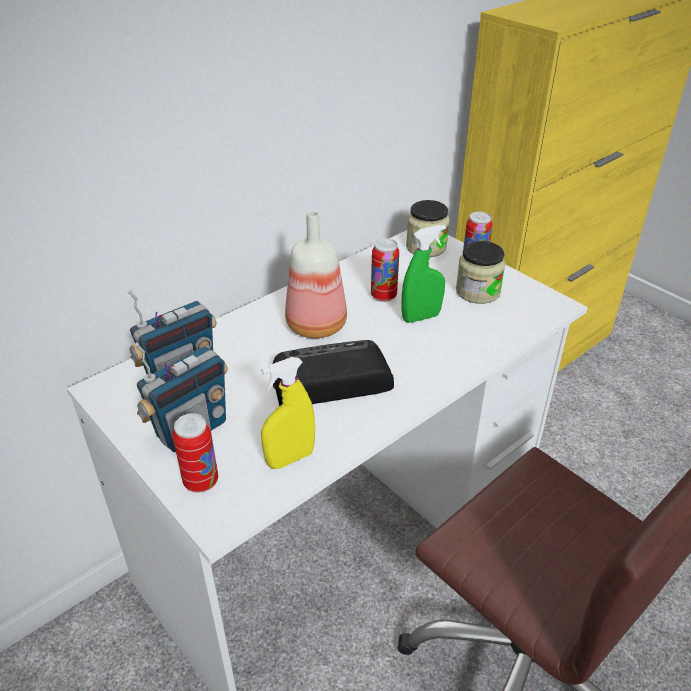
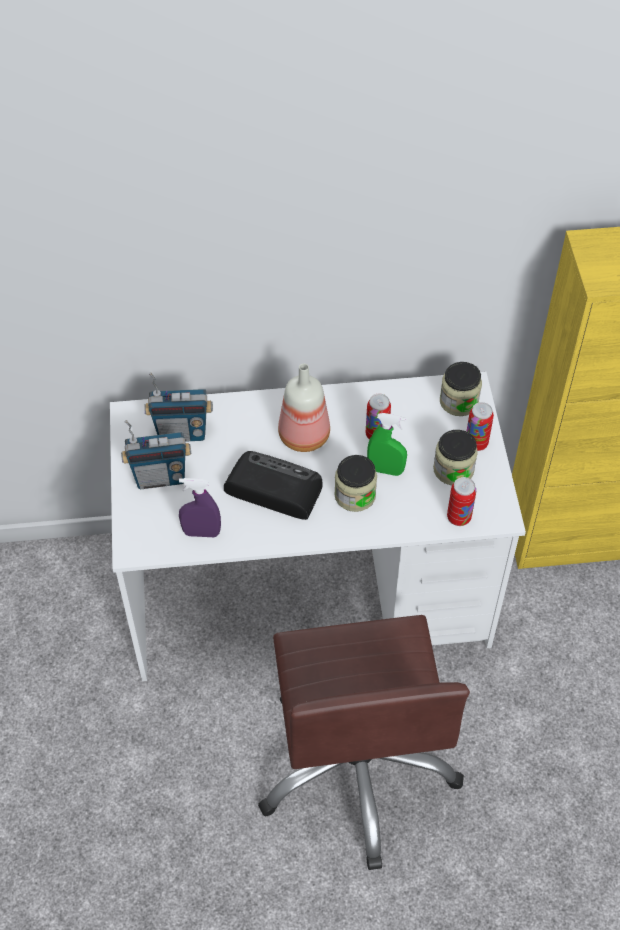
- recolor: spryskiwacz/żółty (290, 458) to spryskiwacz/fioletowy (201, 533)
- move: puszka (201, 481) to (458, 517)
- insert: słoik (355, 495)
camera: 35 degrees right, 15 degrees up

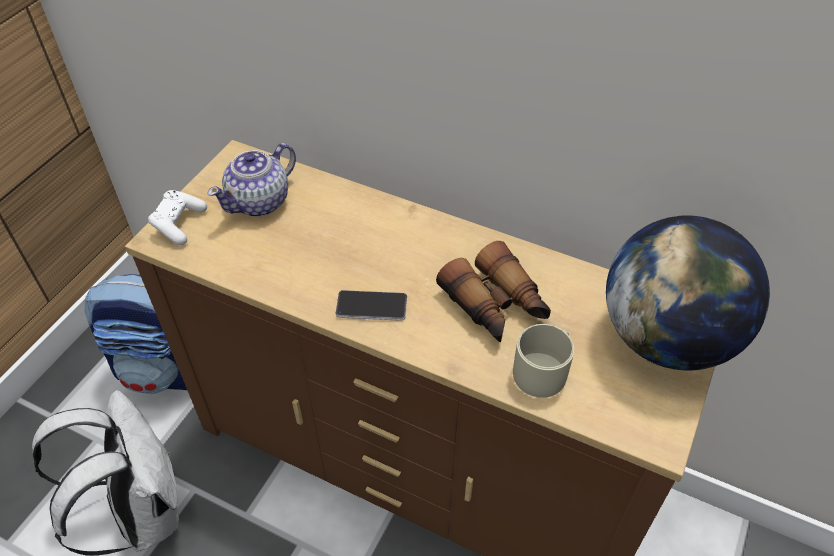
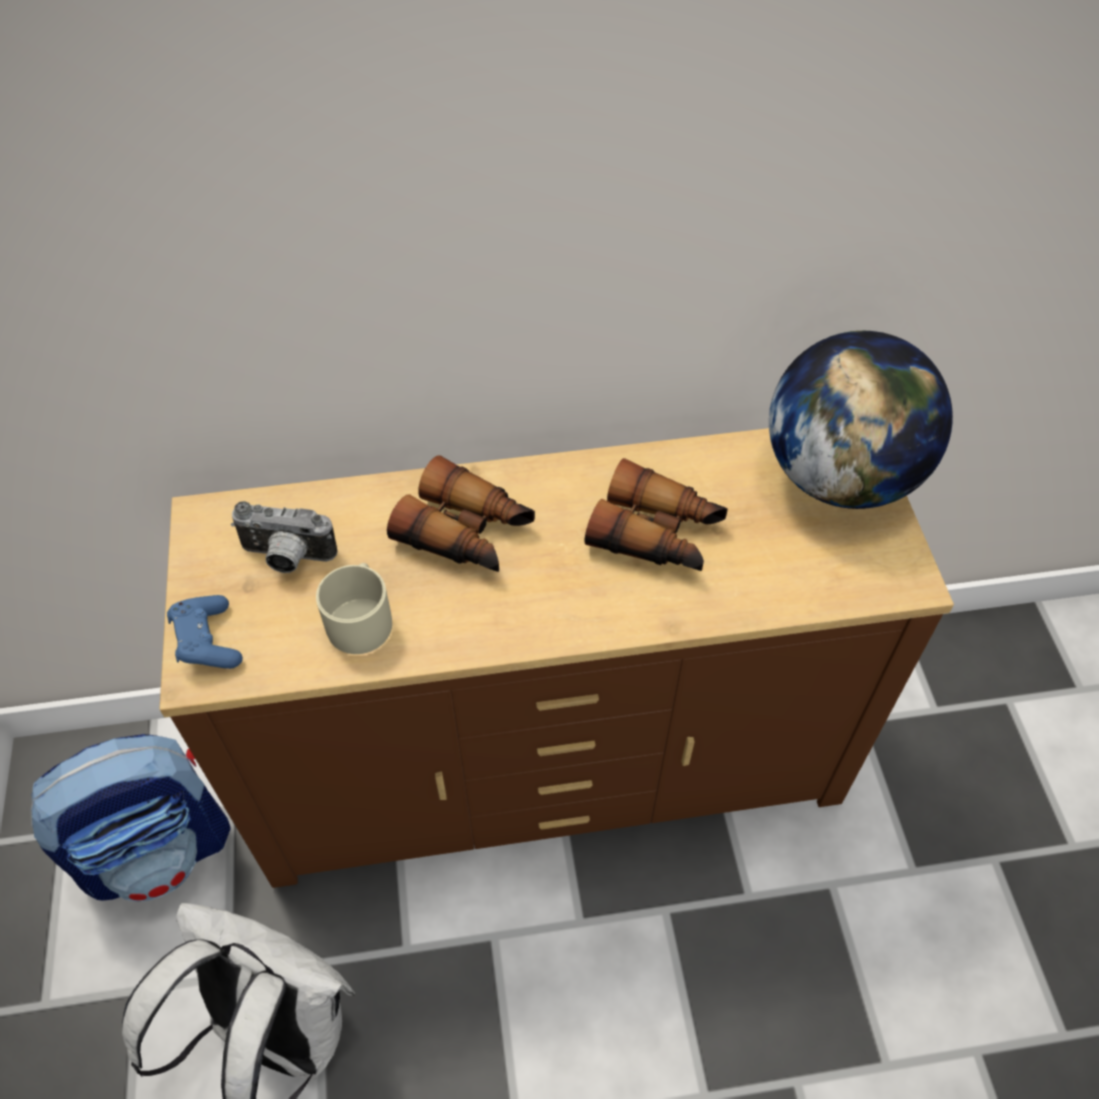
- replace: imbryk (260, 202) to aparat fotograficzny (286, 558)
- recolor: pad do gier/biały (179, 224) to pad do gier/niebieski (207, 642)
- delete: telefon (371, 306)
- move: kubek/beżowy (543, 370) to (361, 618)
- insert: lornetka (467, 532)
camera: 35 degrees left, 5 degrees up

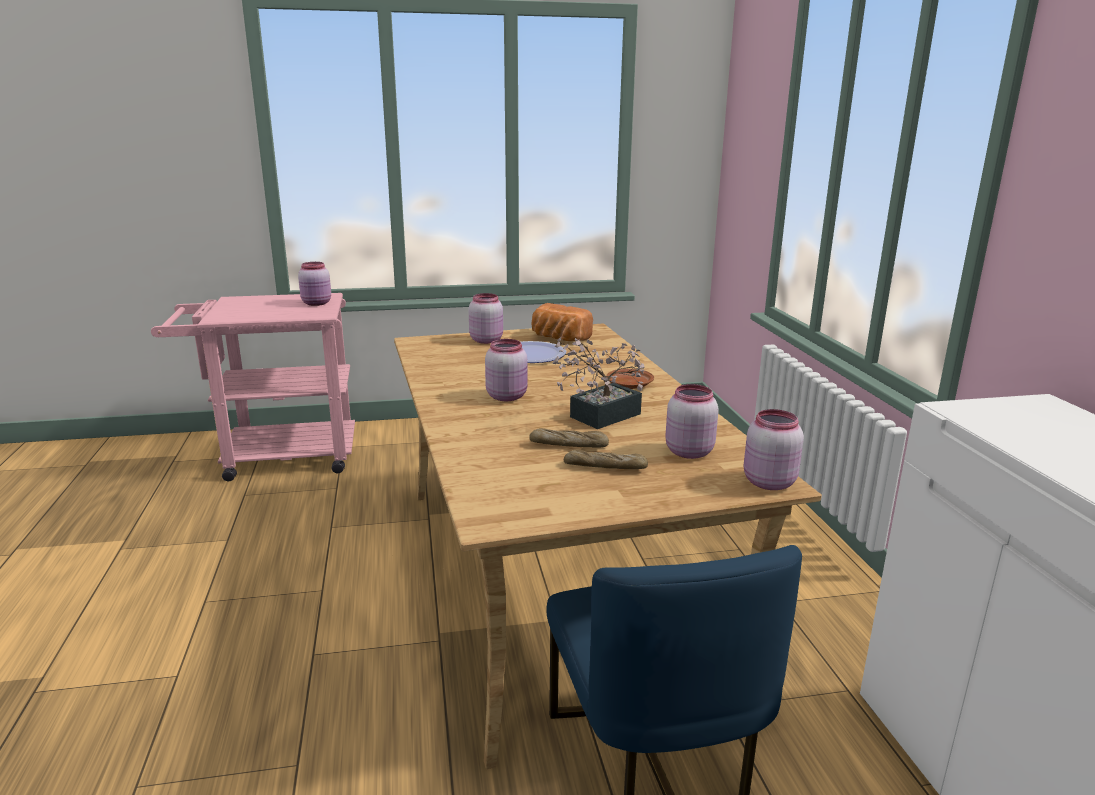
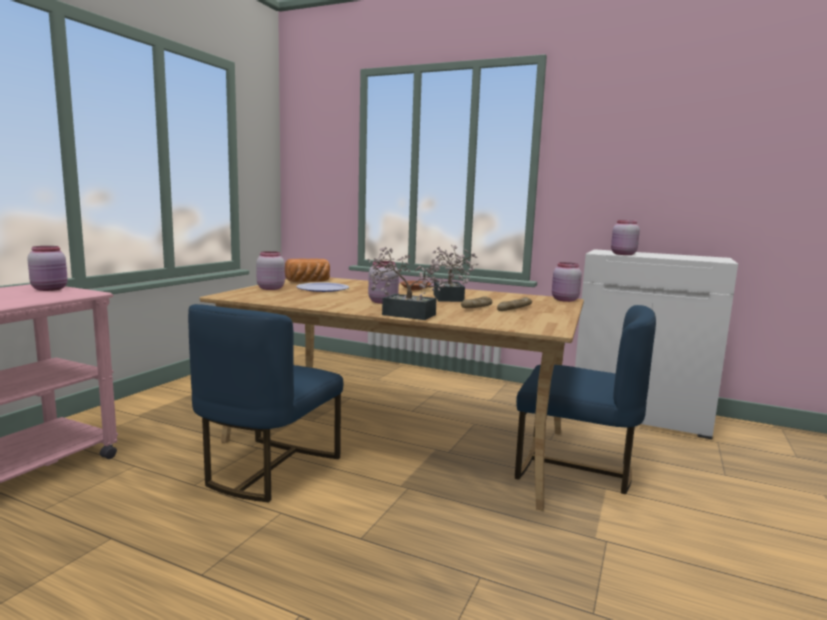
- move: słoik/różowy (687, 451) to (622, 254)
- insert: roślina doniczkowa (403, 314)
- insert: krzesło/niebieski (268, 469)
camera: 55 degrees left, 10 degrees down

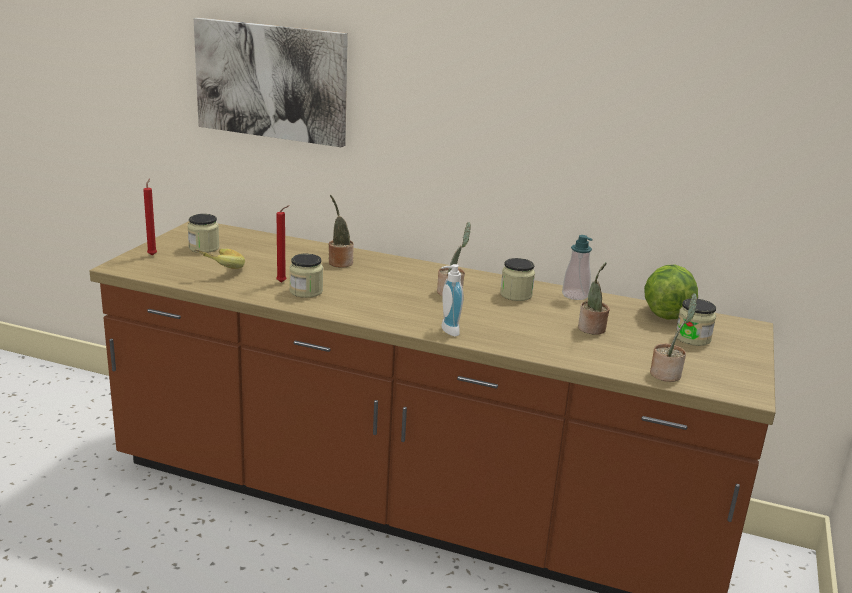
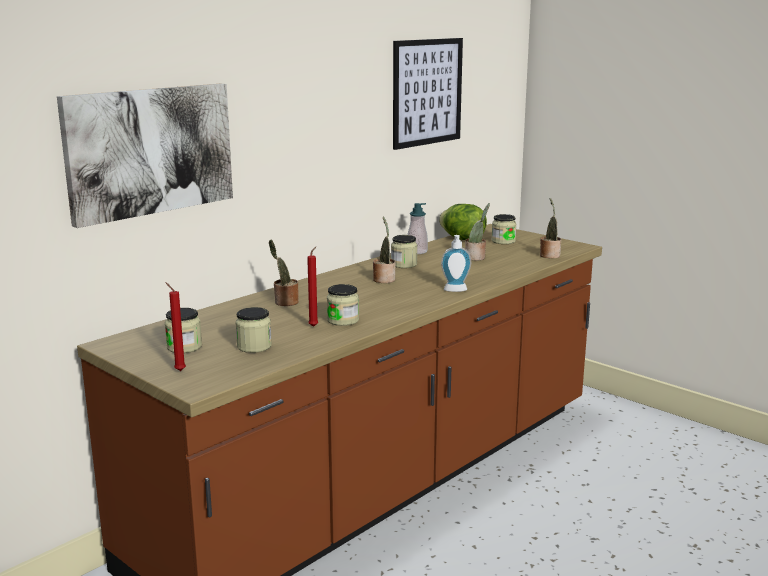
- replace: banan (217, 269) to słoik (254, 346)
- insert: obraz (427, 92)
camera: 65 degrees left, 5 degrees down

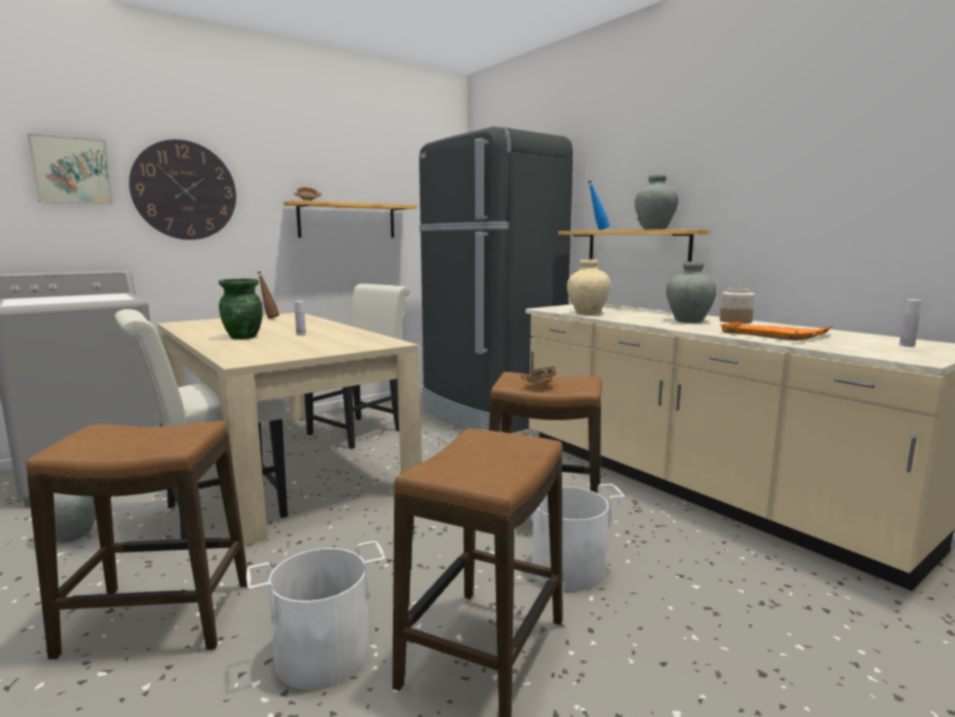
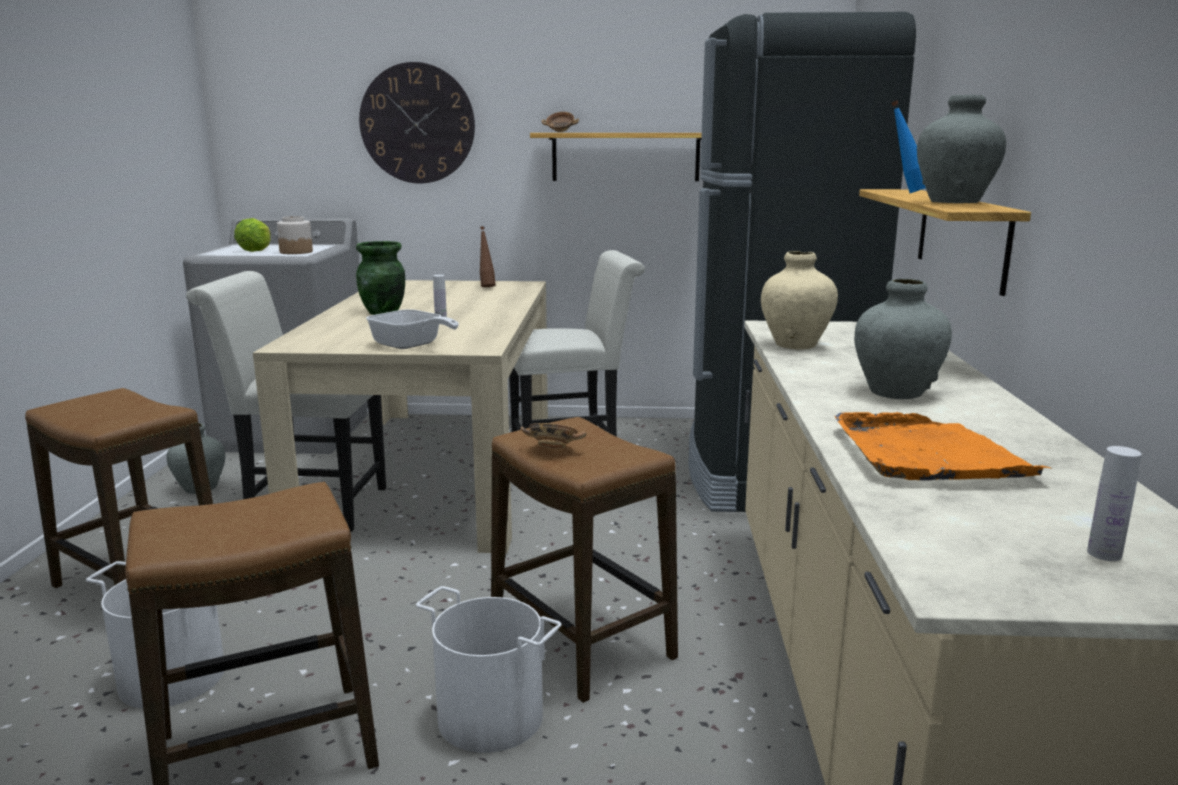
- delete: obraz (71, 170)
- move: słoik (735, 321) to (296, 252)
- insert: sałata (256, 250)
- insert: patelnia (410, 346)
camera: 40 degrees right, 5 degrees up

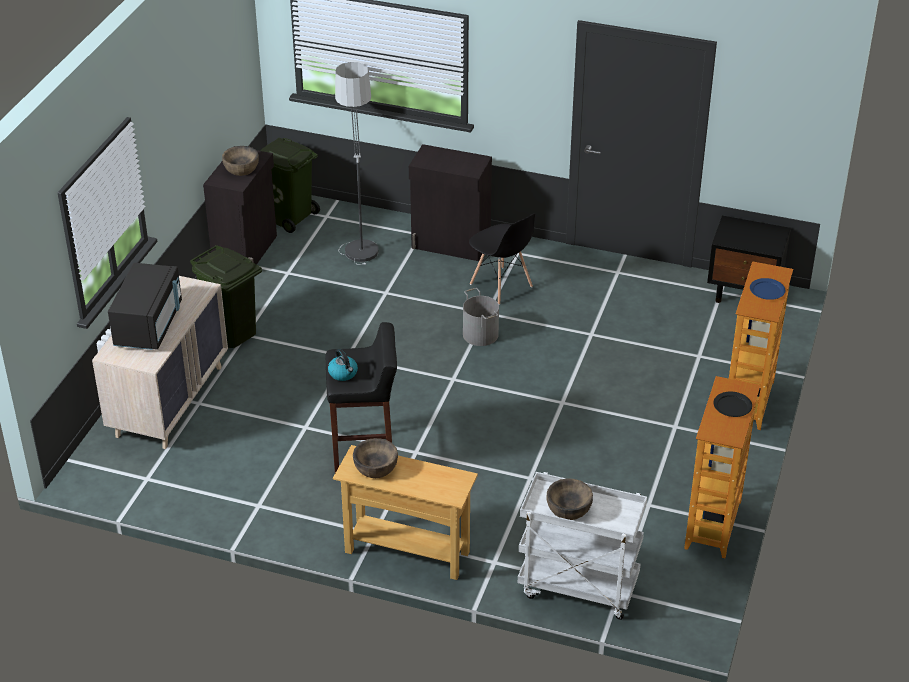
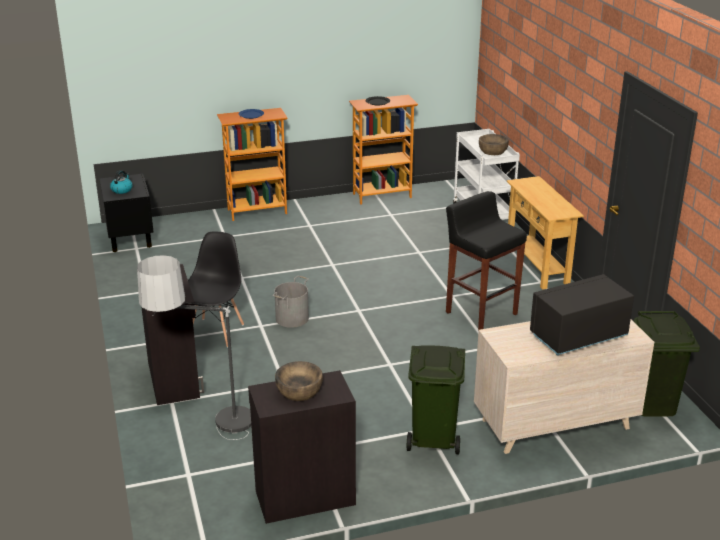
- move: kosz na śmieci/zielony (289, 217) to (651, 403)
- move: czajnik (343, 373) to (122, 190)
- delete: miska/brązowy (375, 467)
camera: 125 degrees left, 10 degrees down

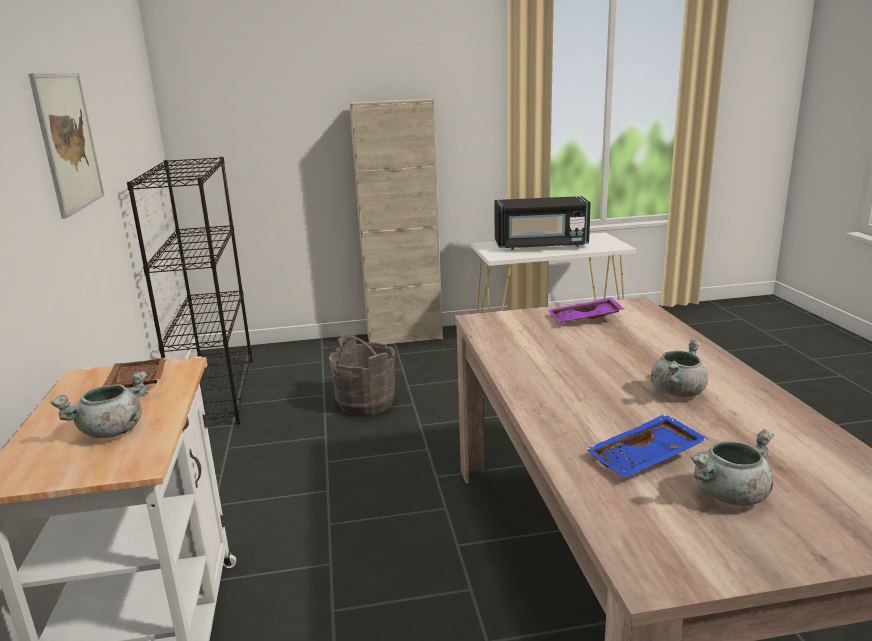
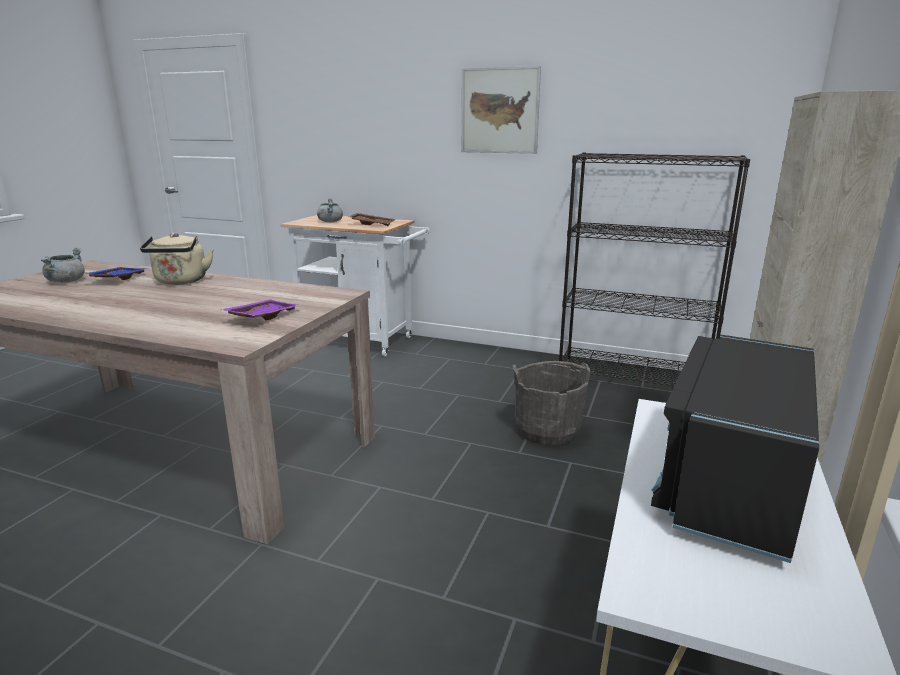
- delete: garnek/szary (677, 391)
- insert: czajnik/beżowy (180, 281)
camera: 120 degrees right, 0 degrees up

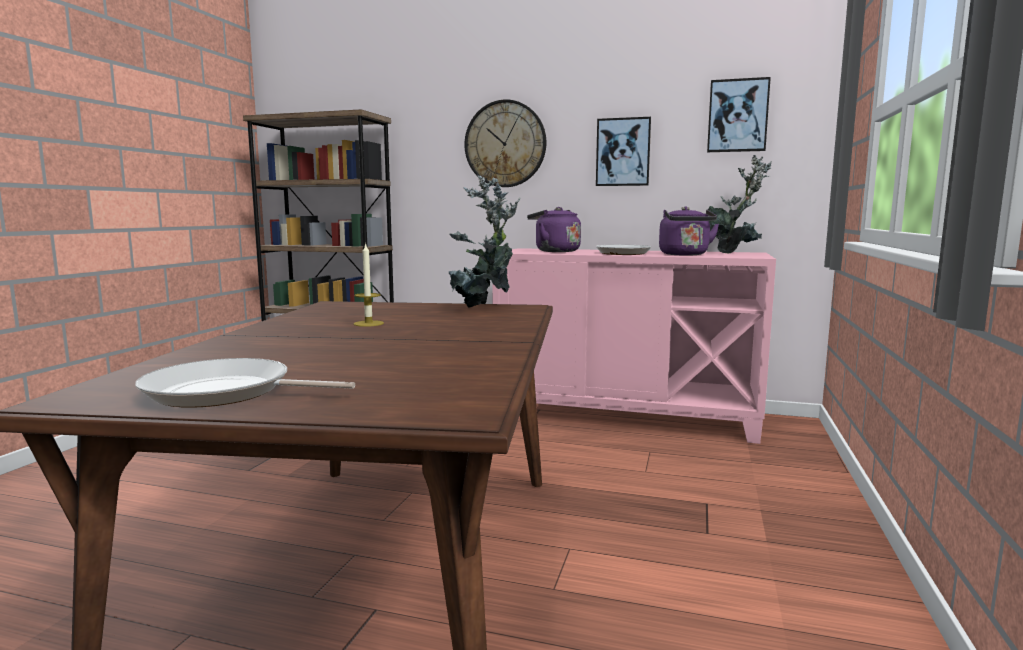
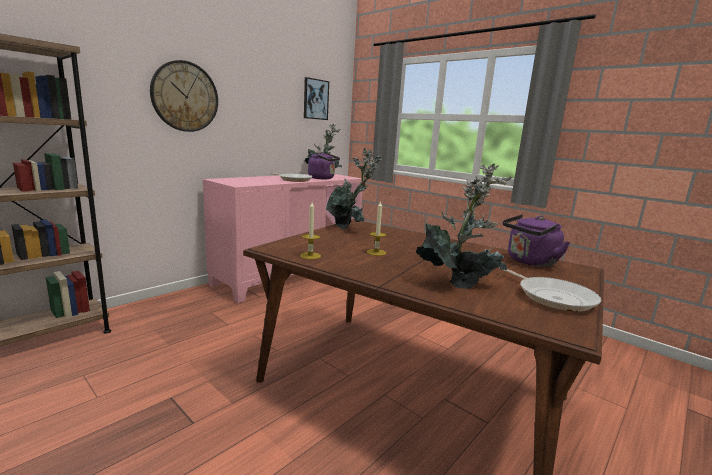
- delete: obraz (623, 152)
- move: czajnik/fioletowy (554, 251) to (529, 262)
- rotate: patelnia (225, 393) = (552, 297) 60 degrees counterclockwise
- insert: roślina doniczkowa (459, 283)
- insert: świeca (310, 256)
camera: 65 degrees left, 5 degrees up

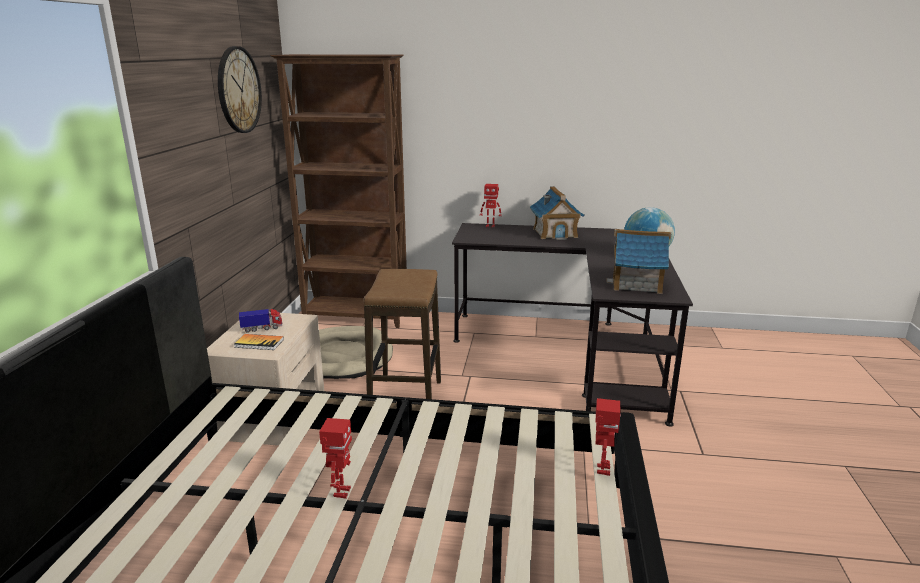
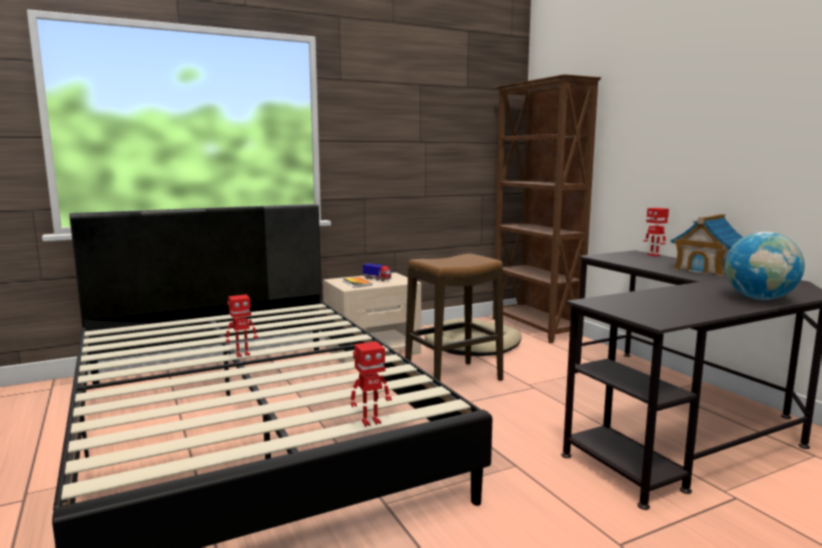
- delete: zegar ścienny (238, 90)
- delete: domek (637, 283)
camera: 55 degrees right, 10 degrees down

